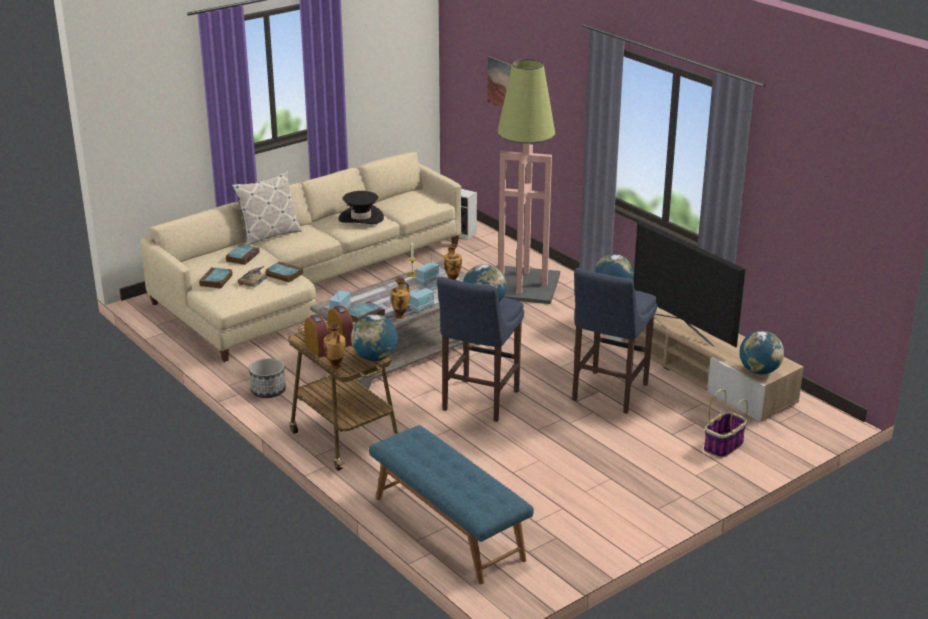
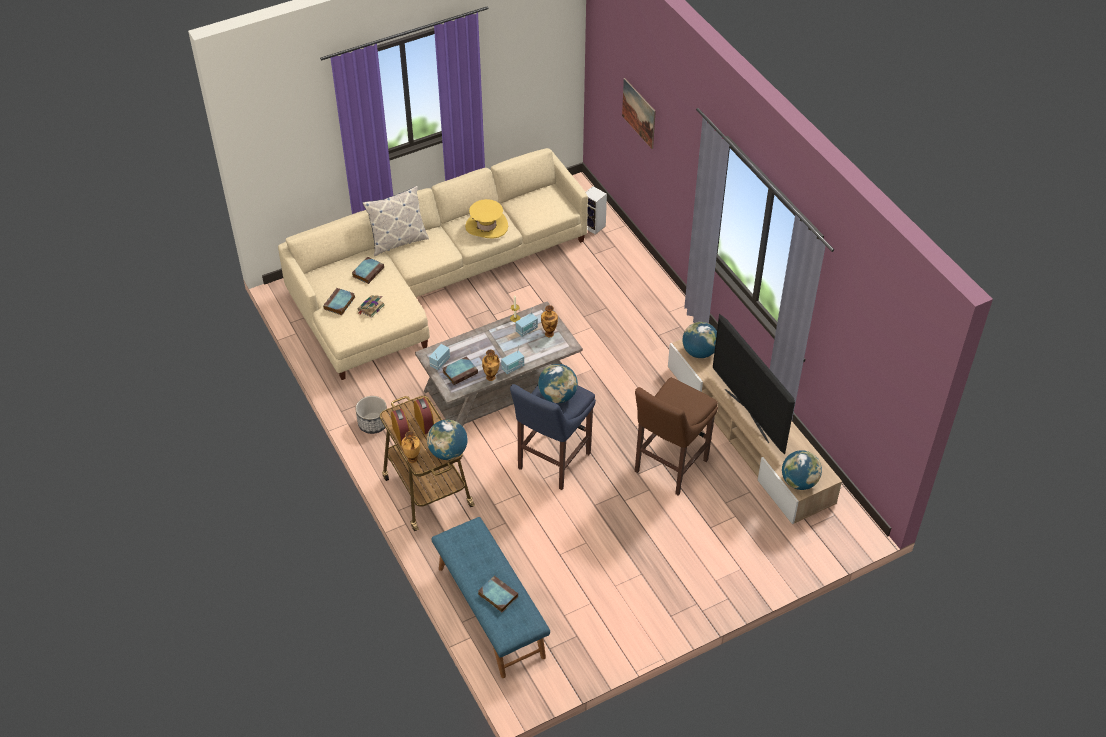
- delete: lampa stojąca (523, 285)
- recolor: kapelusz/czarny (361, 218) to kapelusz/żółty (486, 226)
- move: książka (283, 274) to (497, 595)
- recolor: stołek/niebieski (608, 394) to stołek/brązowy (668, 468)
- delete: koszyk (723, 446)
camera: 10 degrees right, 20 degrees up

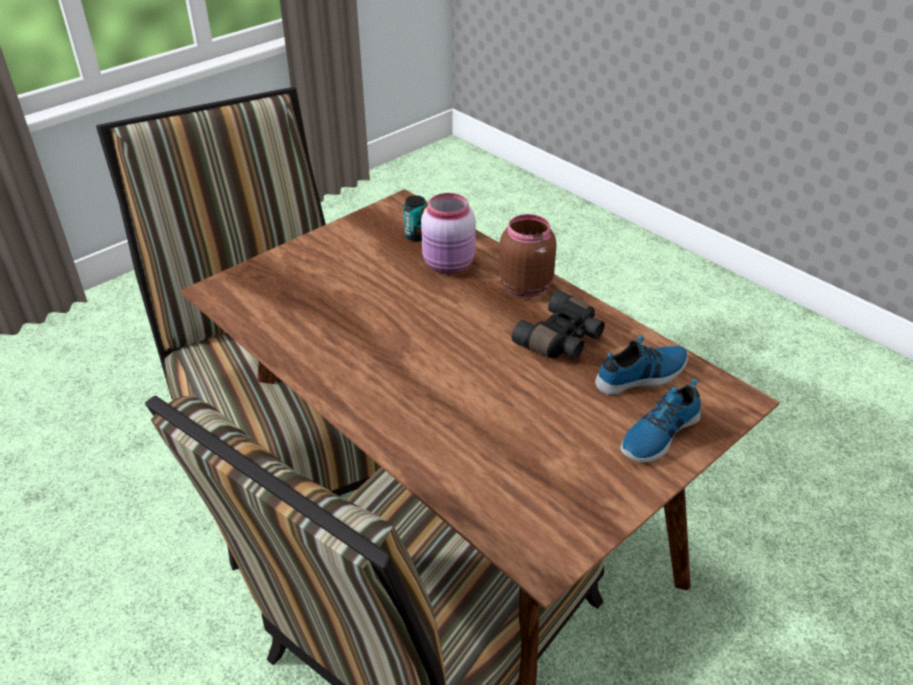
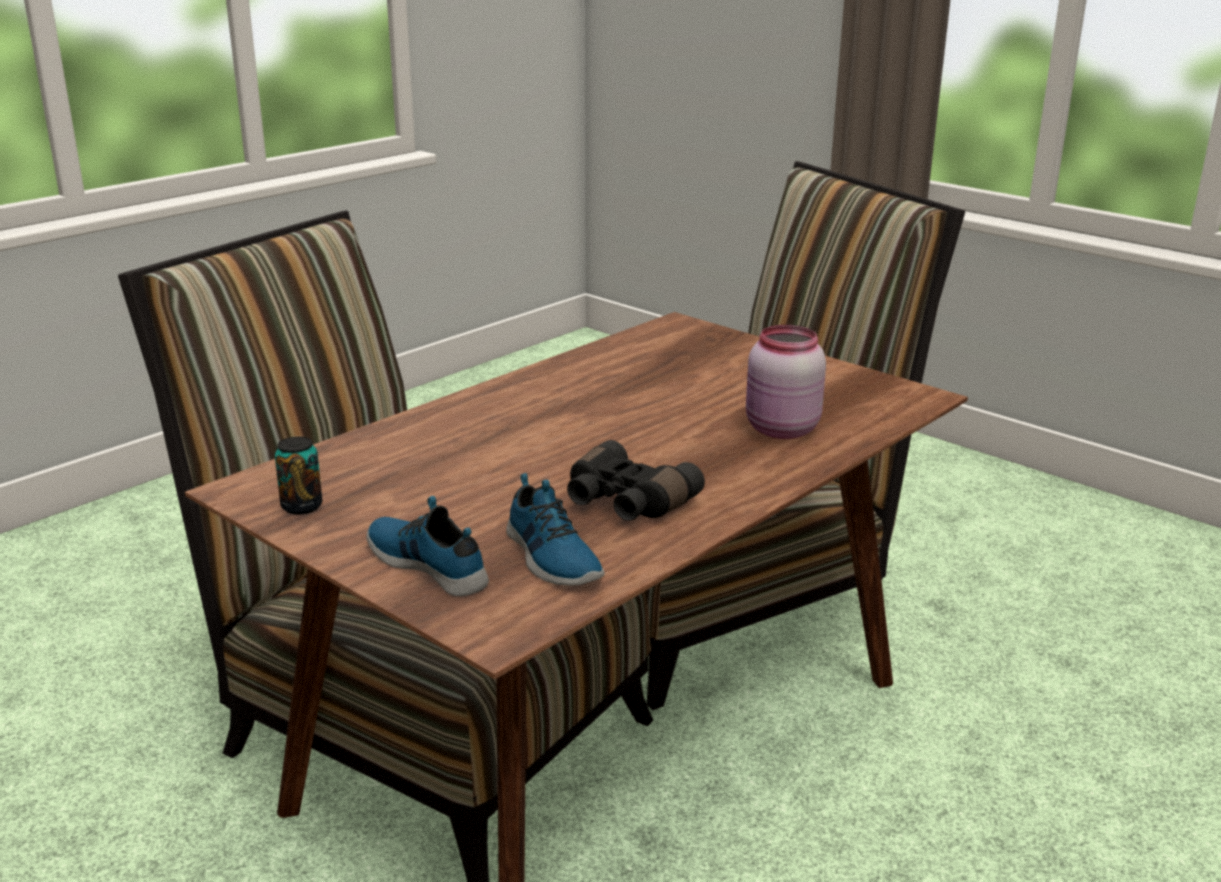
- move: puszka (416, 235) to (301, 506)
- delete: słoik/brązowy (525, 286)
camera: 85 degrees right, 15 degrees down

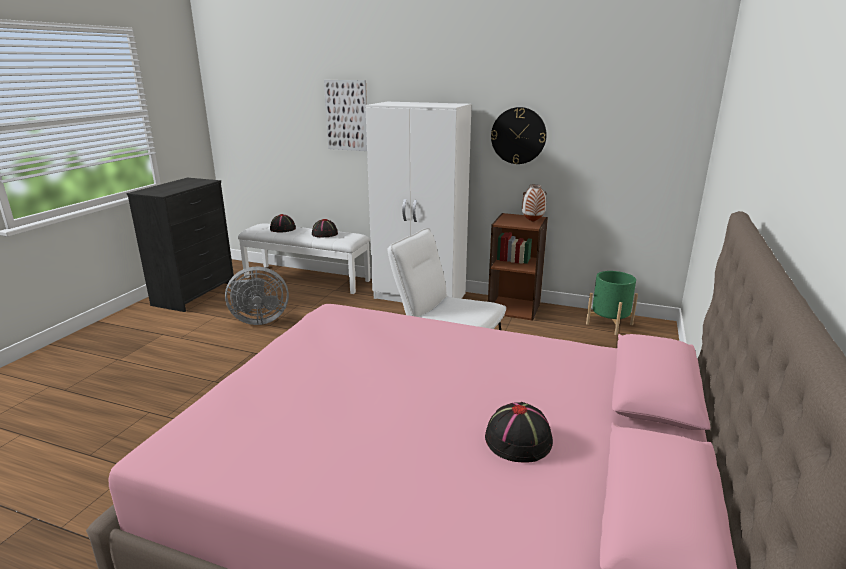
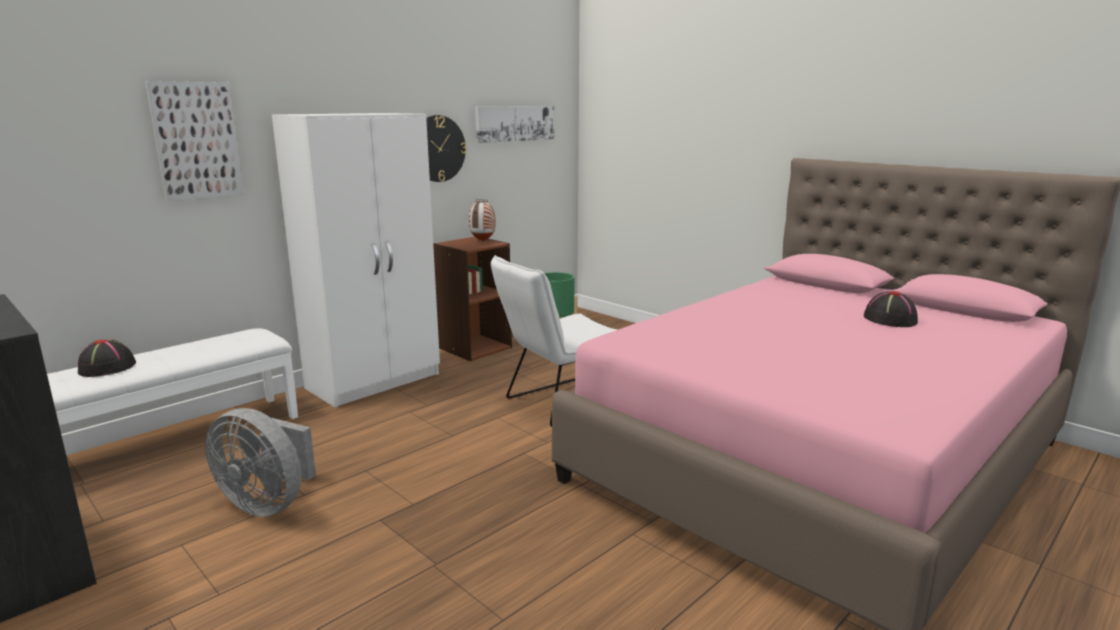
- delete: kapelusz/czarny (324, 234)
- rotate: wentylator/szary (258, 320) = (268, 503) 105 degrees clockwise
- insert: obraz (515, 123)
camera: 65 degrees left, 5 degrees down

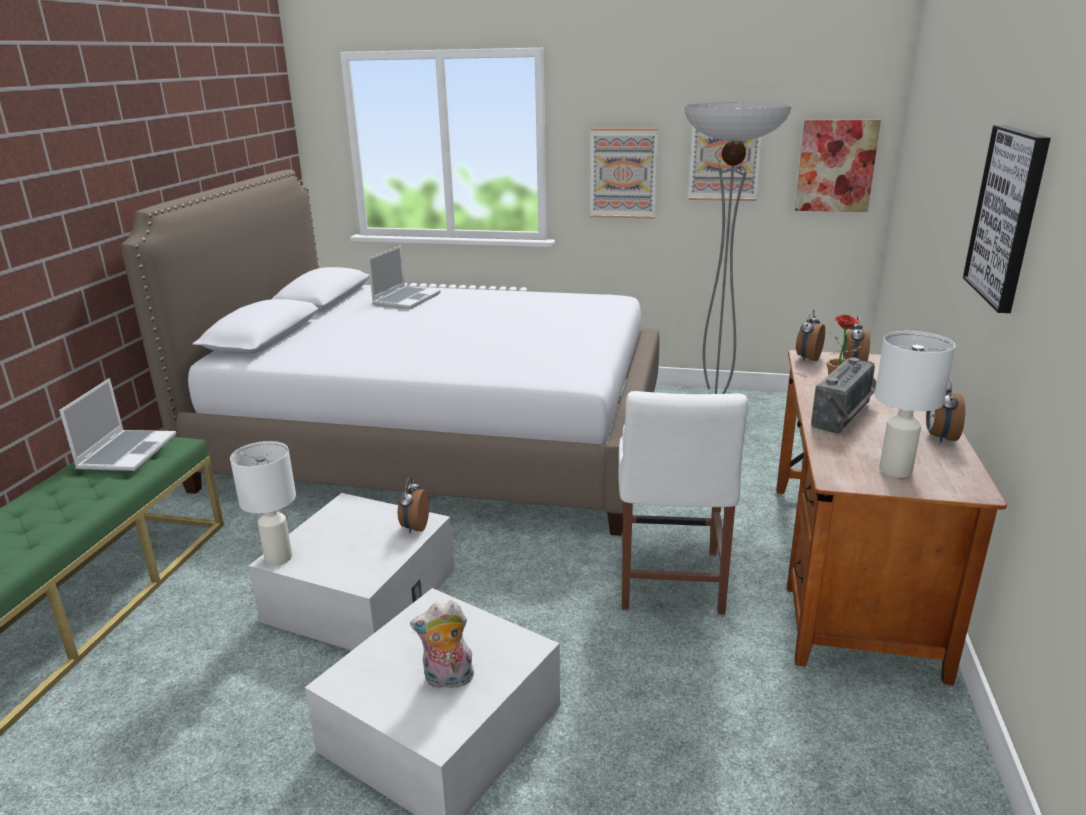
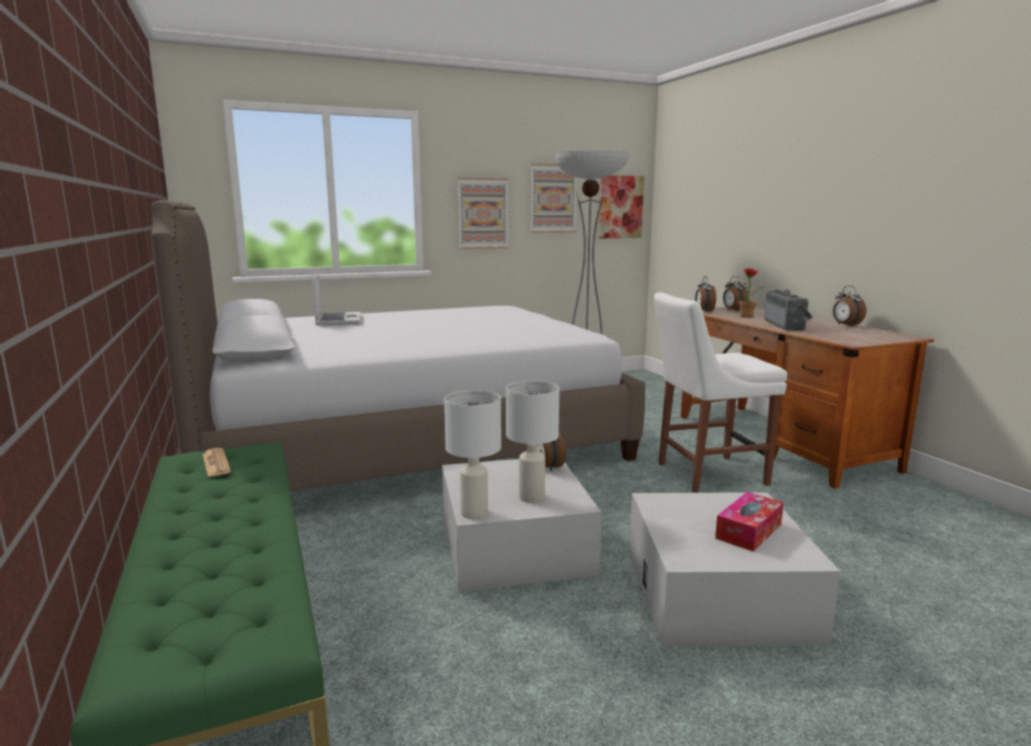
- delete: obraz (1007, 216)
- move: lampa stołowa/biały (896, 470) to (532, 497)
- replace: laptop (127, 452) to gazeta (216, 463)
- rotate: krzesło/biały (670, 583) = (706, 474) 105 degrees clockwise
- replace: pluszak (447, 680) to pudełko chusteczek (748, 531)
camera: 35 degrees left, 10 degrees down

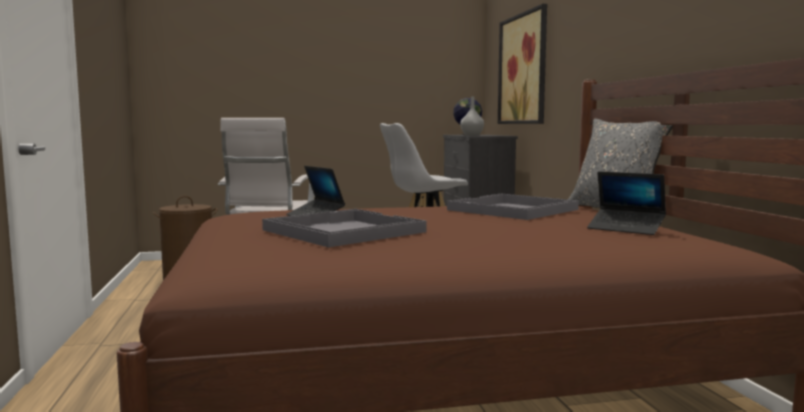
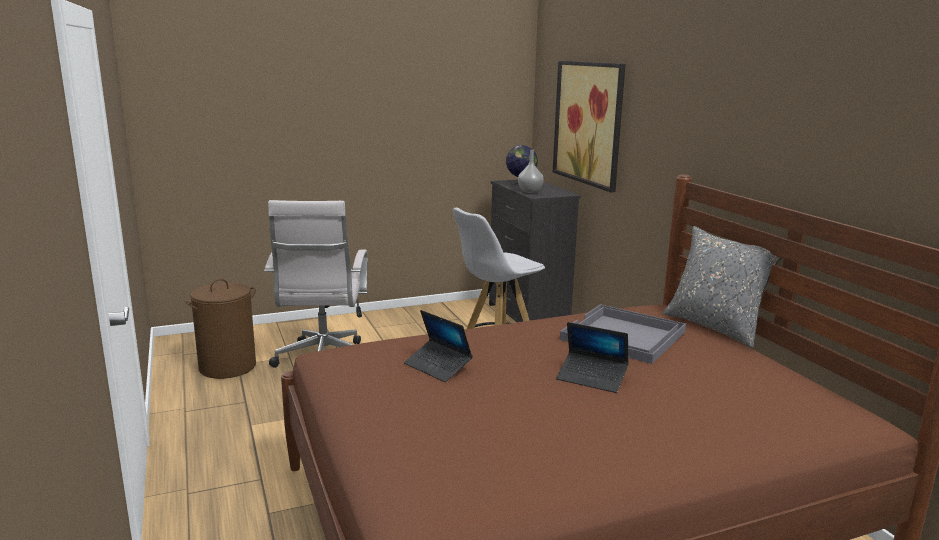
- move: laptop (626, 229) to (592, 378)
- delete: taca/szary (342, 231)
camera: 10 degrees left, 10 degrees up

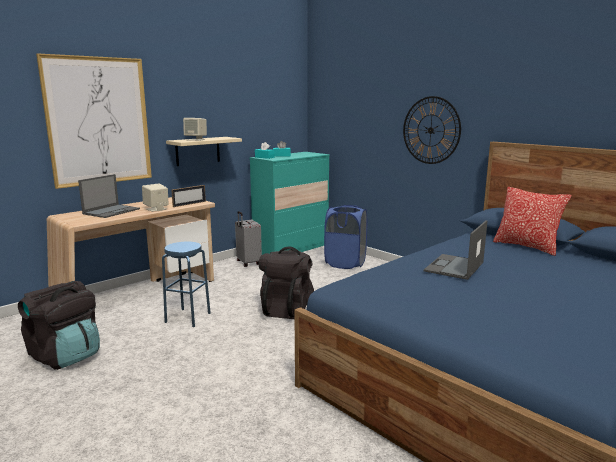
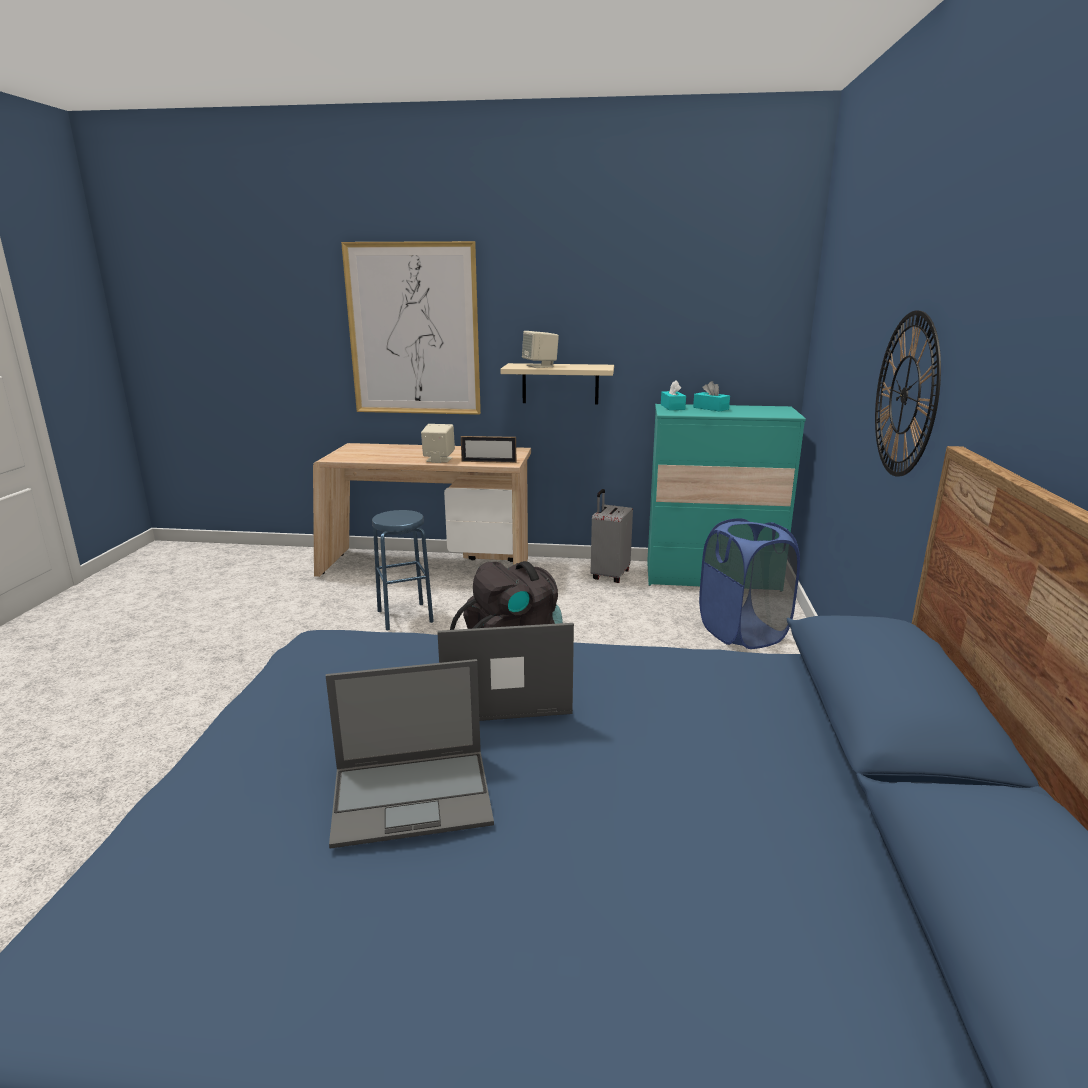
- move: laptop (112, 211) to (414, 795)
- delete: poduszka (526, 246)
- delete: plecak/czarny (65, 356)
camera: 50 degrees right, 5 degrees up

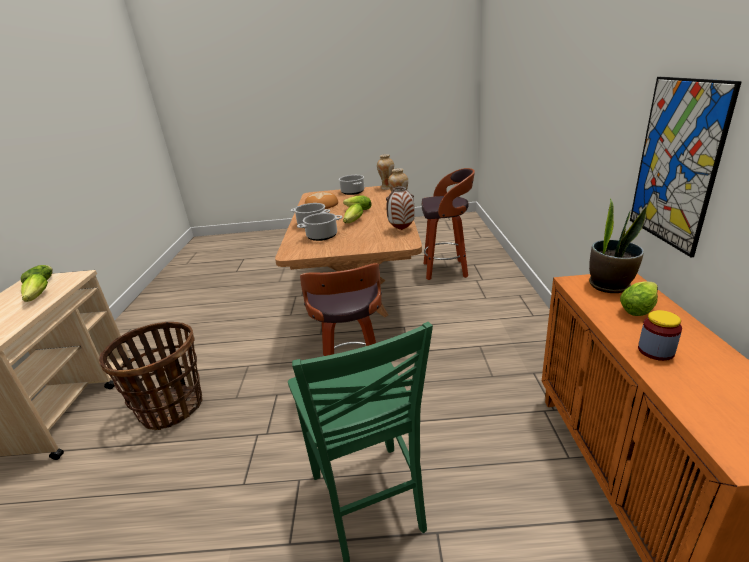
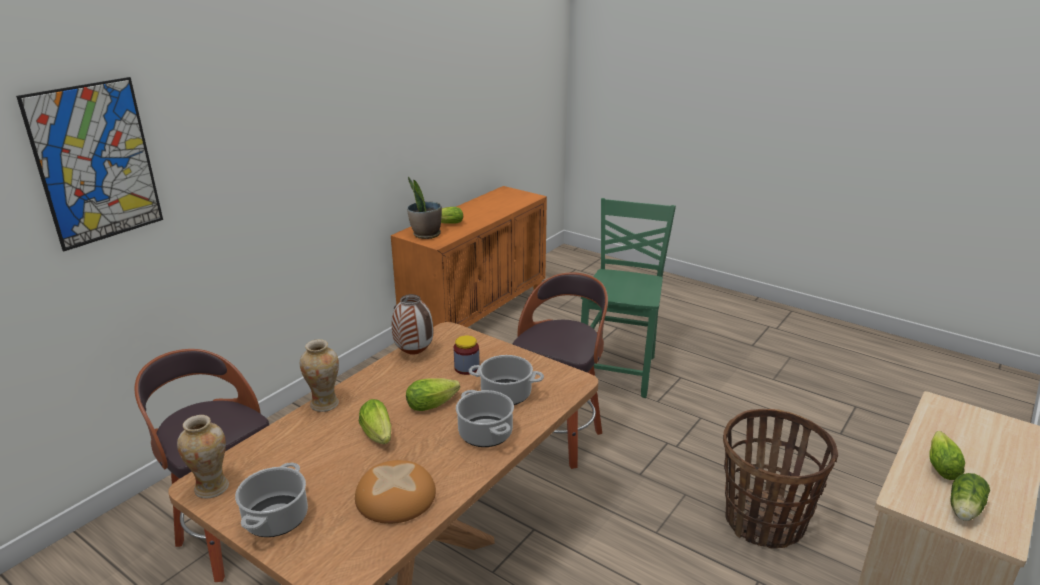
- move: obraz (676, 164) to (95, 163)
- move: słoik (655, 351) to (467, 368)
camera: 145 degrees left, 0 degrees up

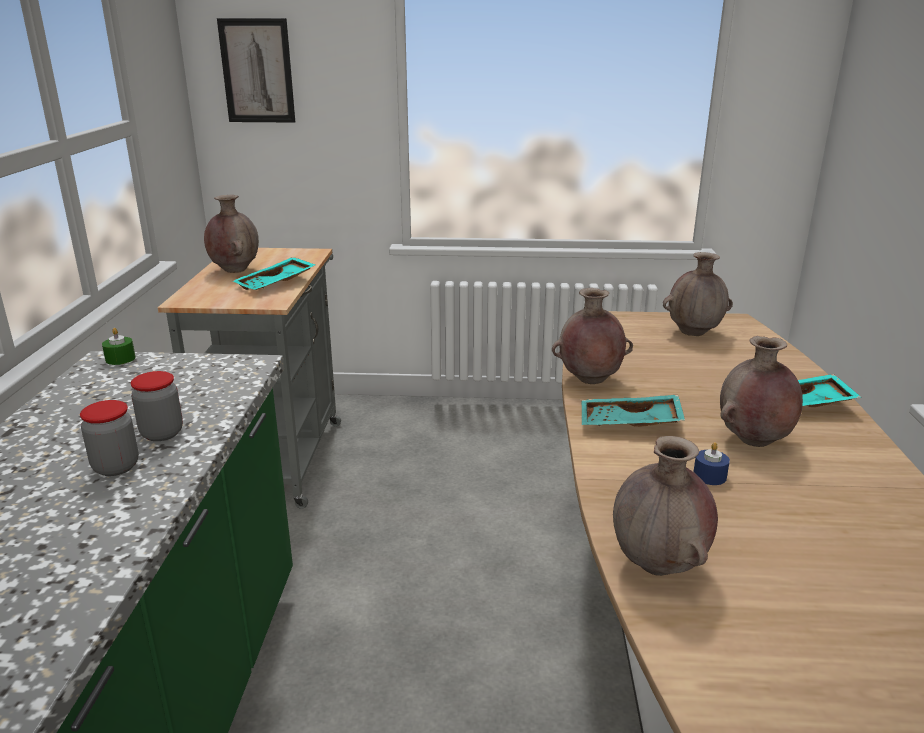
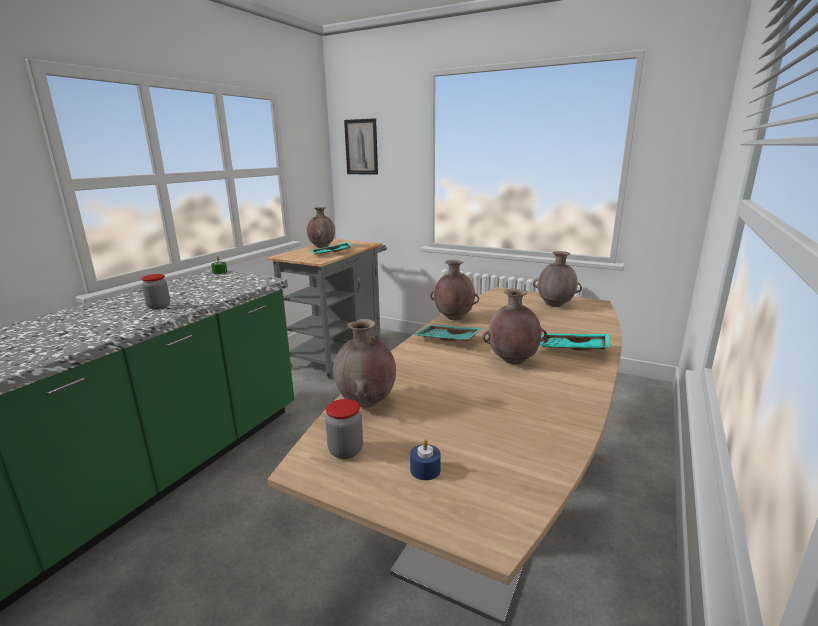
- move: słoik (162, 433) to (345, 451)
- move: świeca/niebieski (709, 476) to (425, 470)
camera: 25 degrees right, 5 degrees down

